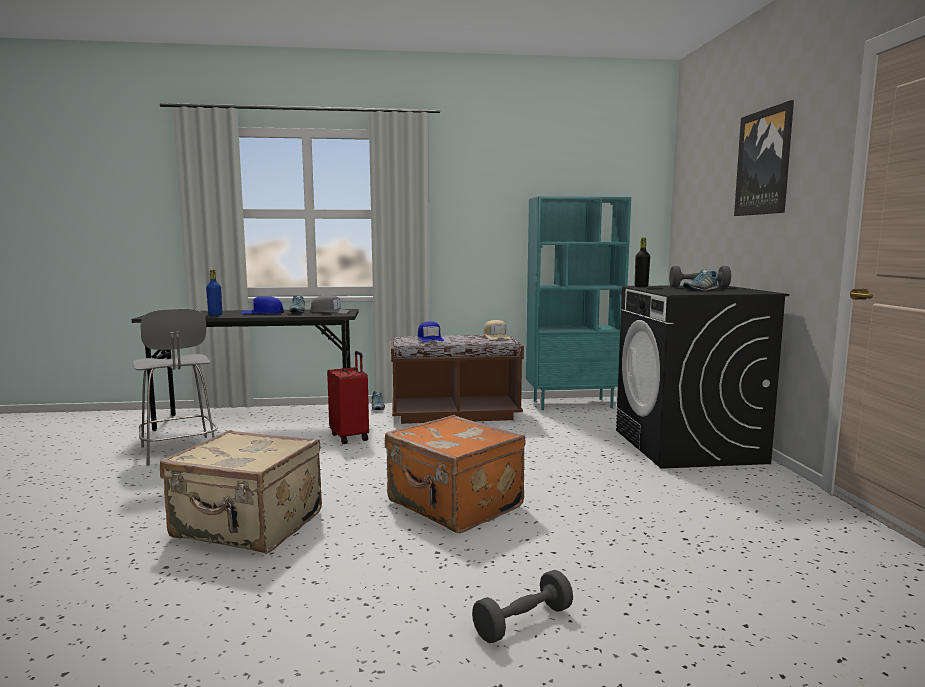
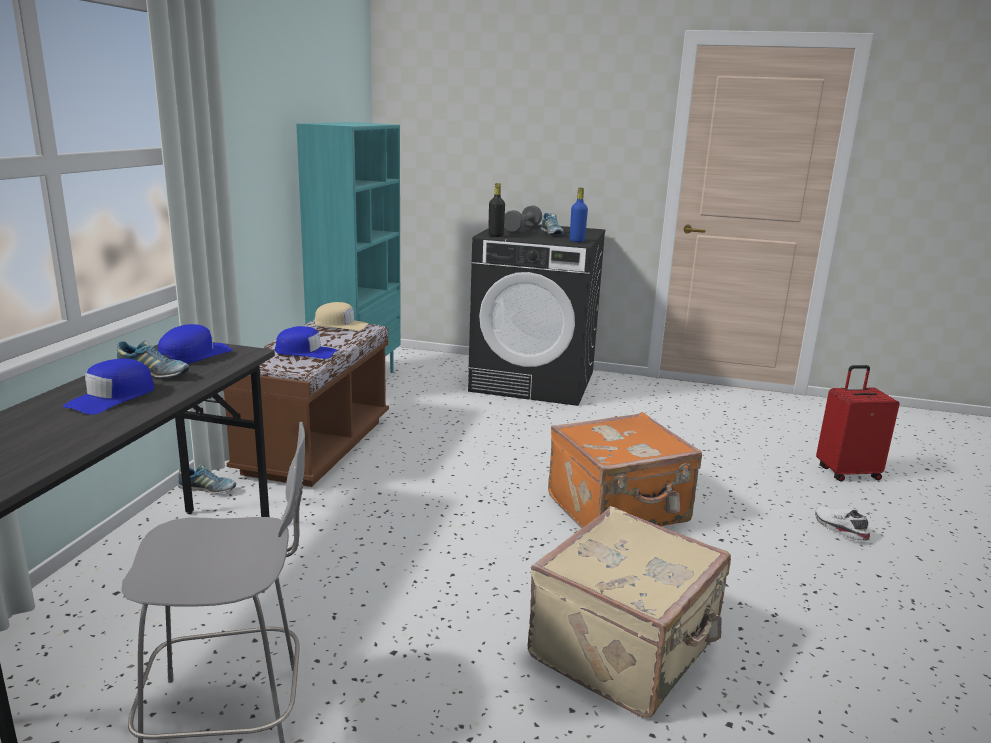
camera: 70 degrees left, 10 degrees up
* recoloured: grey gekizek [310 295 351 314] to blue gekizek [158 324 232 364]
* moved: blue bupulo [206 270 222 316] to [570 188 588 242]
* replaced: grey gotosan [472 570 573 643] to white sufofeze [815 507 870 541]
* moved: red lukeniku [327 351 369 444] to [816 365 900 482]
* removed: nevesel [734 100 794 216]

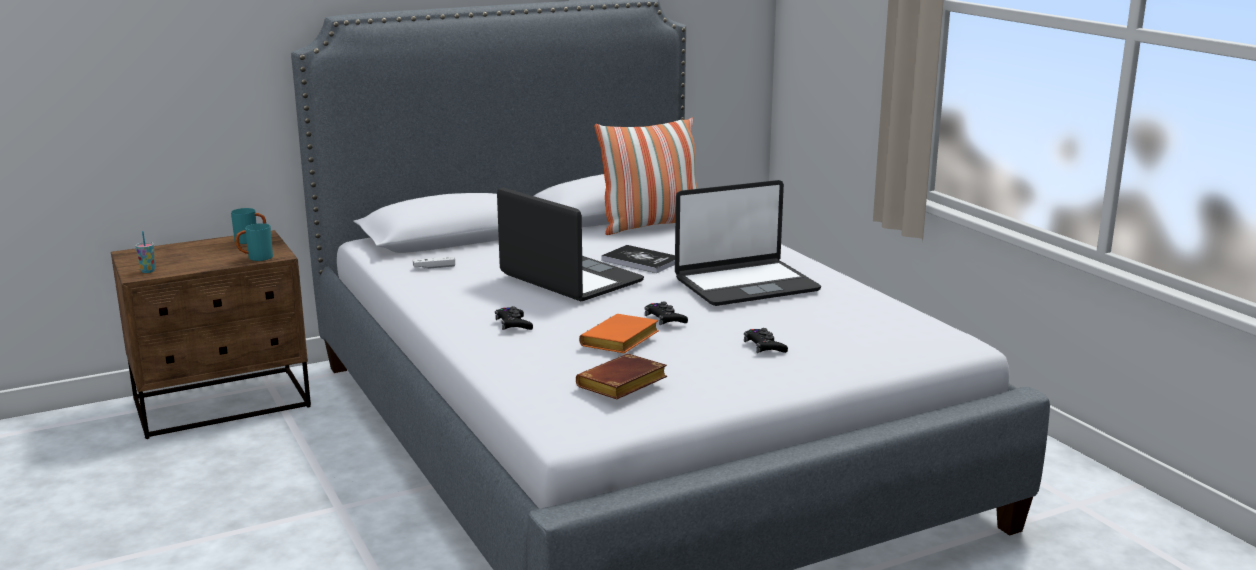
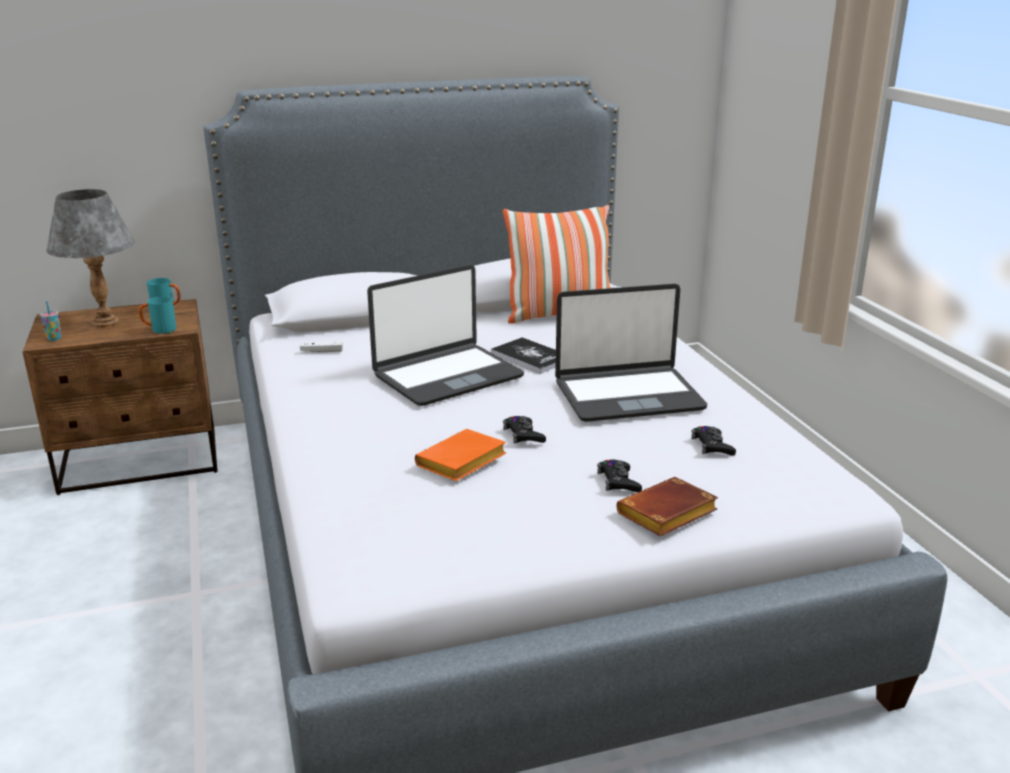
camera: 10 degrees right, 5 degrees up
* added: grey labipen [46 189 135 327]
* turned: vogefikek [497 187 644 301] = [367 265 524 406] 90 degrees clockwise
* moved: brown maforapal [576 354 667 399] to [617 477 718 536]
* moved: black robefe [495 306 533 330] to [691 426 736 456]

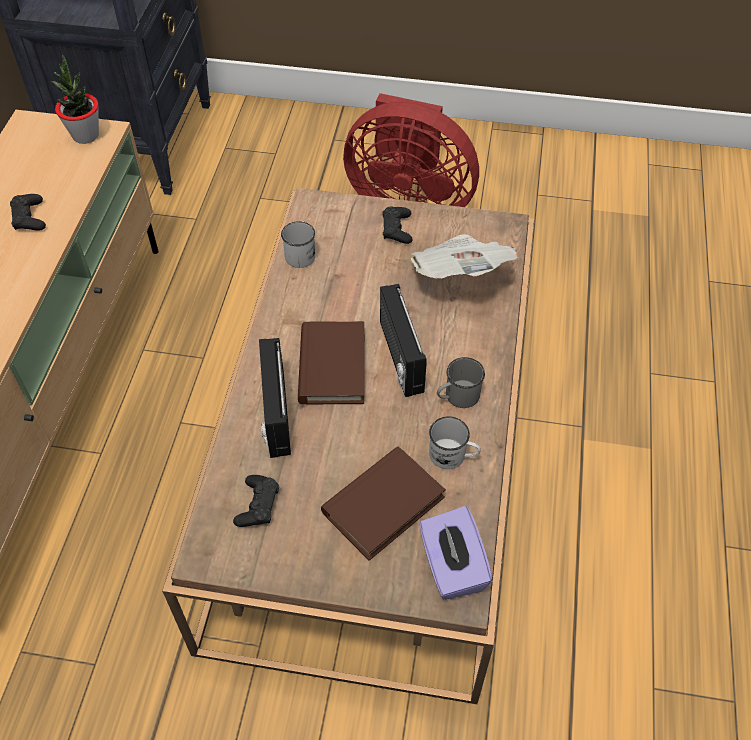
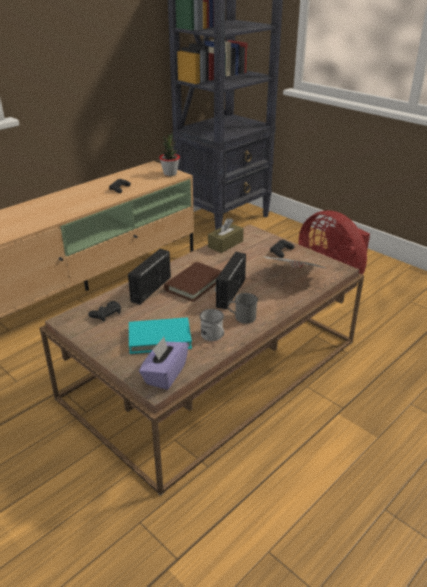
camera: 35 degrees right, 20 degrees down
* recoloured: brown maforapal [321 447 446 561] to turquoise maforapal [129 317 192 354]
* replaced: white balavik [281 221 316 268] to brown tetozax [208 218 244 253]

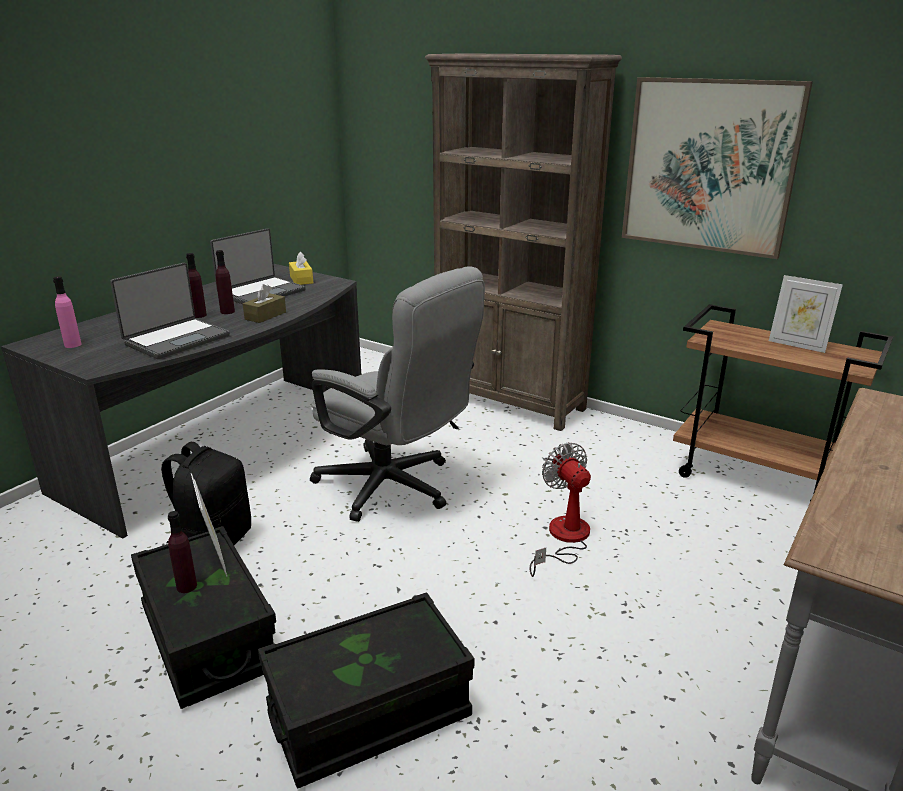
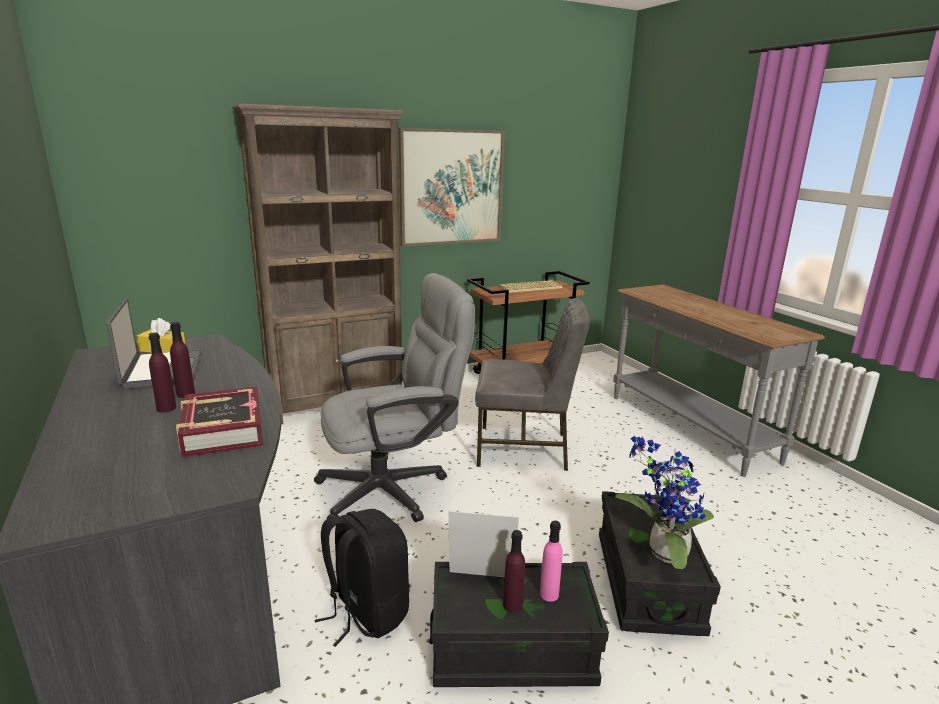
camera: 60 degrees left, 5 degrees down
* replaced: vogefikek [110 263 230 359] to maforapal [176 387 263 457]
* replaced: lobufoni [530 442 591 577] to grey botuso [475 298 590 471]
* replaced: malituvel [769 275 843 353] to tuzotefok [499 280 563 293]
* moved: pink bupulo [53 277 82 348] to [540 521 563 602]
* added: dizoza [615 436 714 569]
* removed: brown tetozax [243 284 286 323]

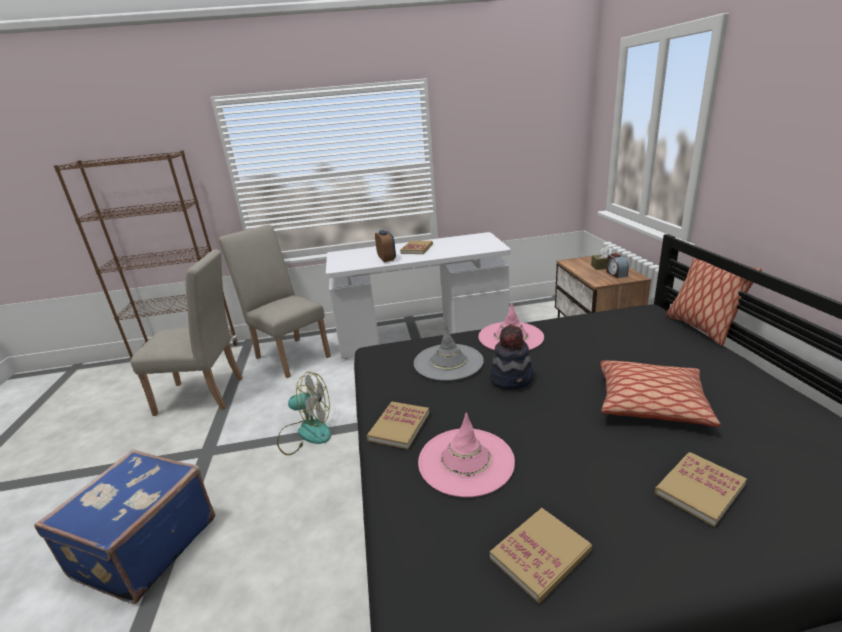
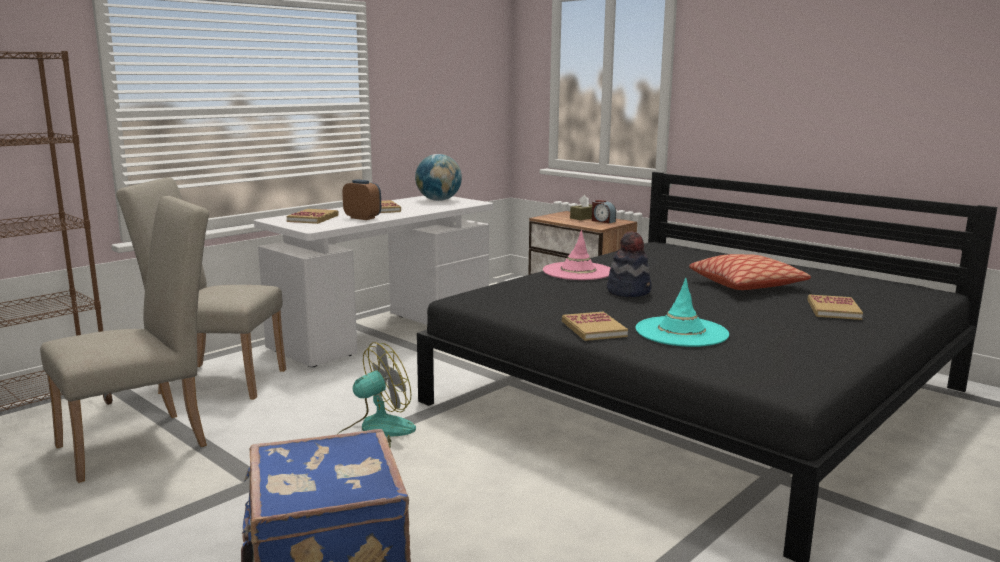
camera: 40 degrees left, 10 degrees down
* moved: maforapal [490 508 592 603] to [287 209 339 224]
* added: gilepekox [415 154 462 201]
* recoloured: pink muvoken [418 413 515 497] to turquoise muvoken [636 278 729 347]
* removed: grey muvoken [414 325 484 381]
* removed: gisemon [666 257 762 346]

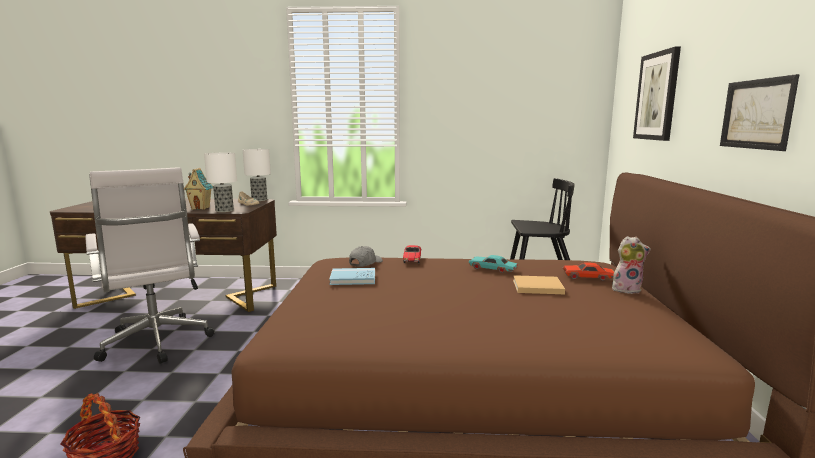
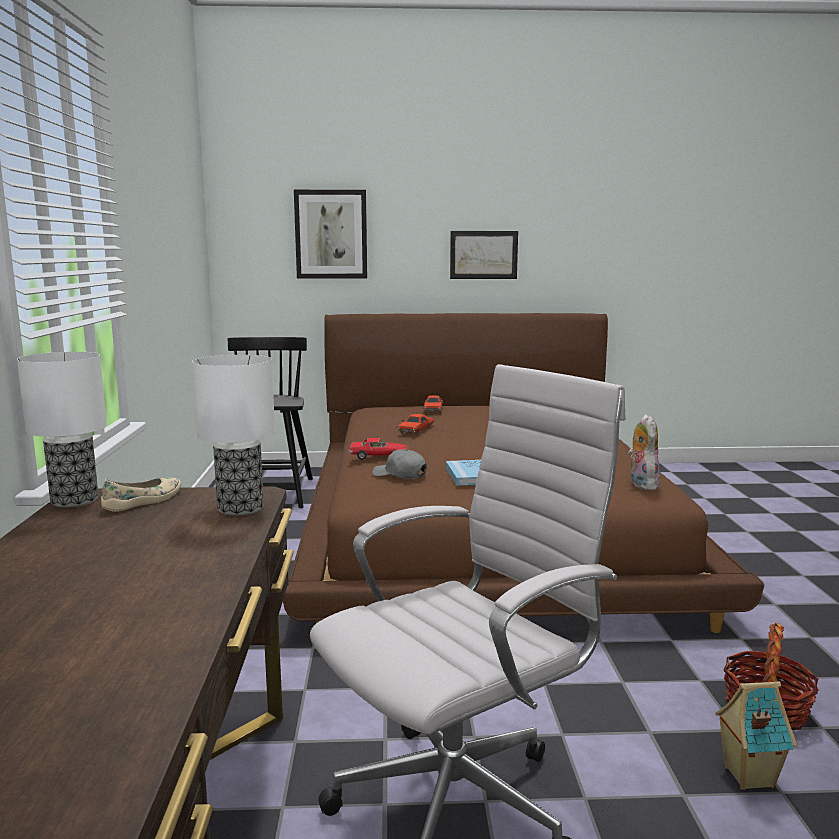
camera: 95 degrees left, 0 degrees up
* recoloured: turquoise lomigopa [469 255 518 273] to red lomigopa [397 414 435 435]
* moved: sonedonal [612 236 651 294] to [628 414 660 490]
* moved: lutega [184 168 213 210] to [715 682 797 790]
* removed: beige maforapal [513 275 565 294]

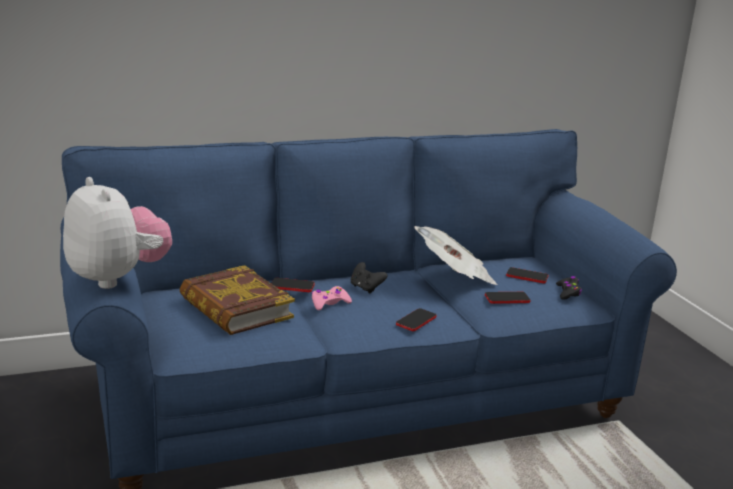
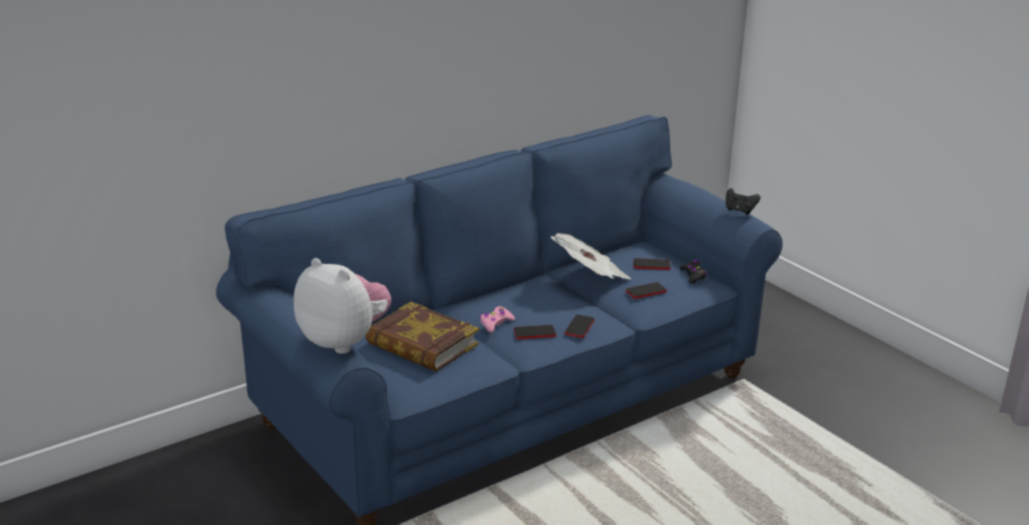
camera: 15 degrees left, 5 degrees up
* moved: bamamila [271 278 315 292] to [514 325 556 339]
* moved: black robefe [351 262 388 294] to [726 188 760 215]

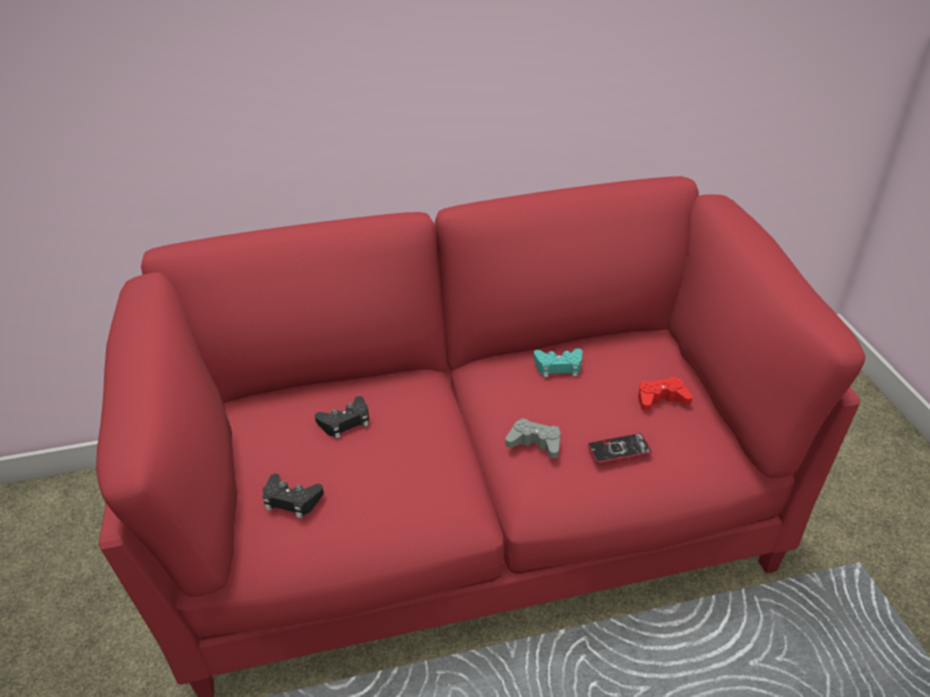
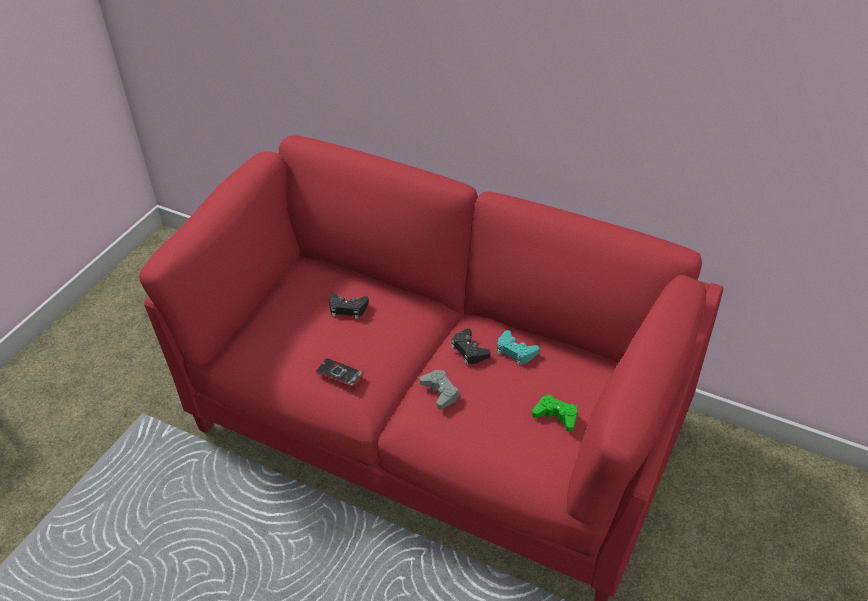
camera: 40 degrees right, 5 degrees up
* moved: bamamila [588 433 652 463] to [316 358 364 387]
* moved: black robefe [263 474 324 518] to [451 328 491 365]
* recoloured: red robefe [638 377 693 411] to green robefe [532 395 578 432]

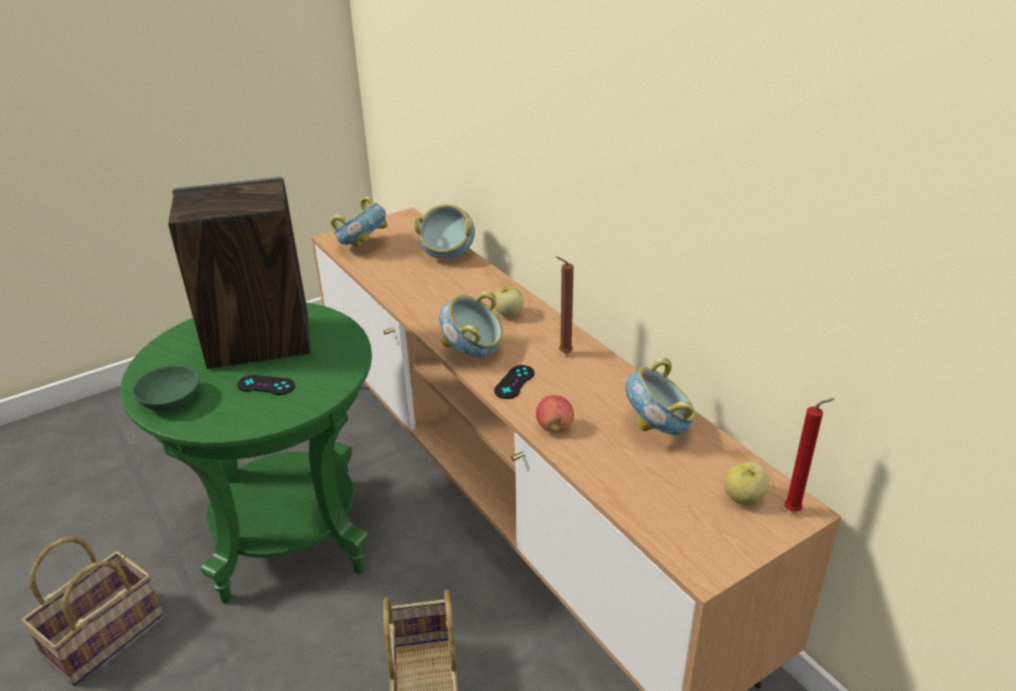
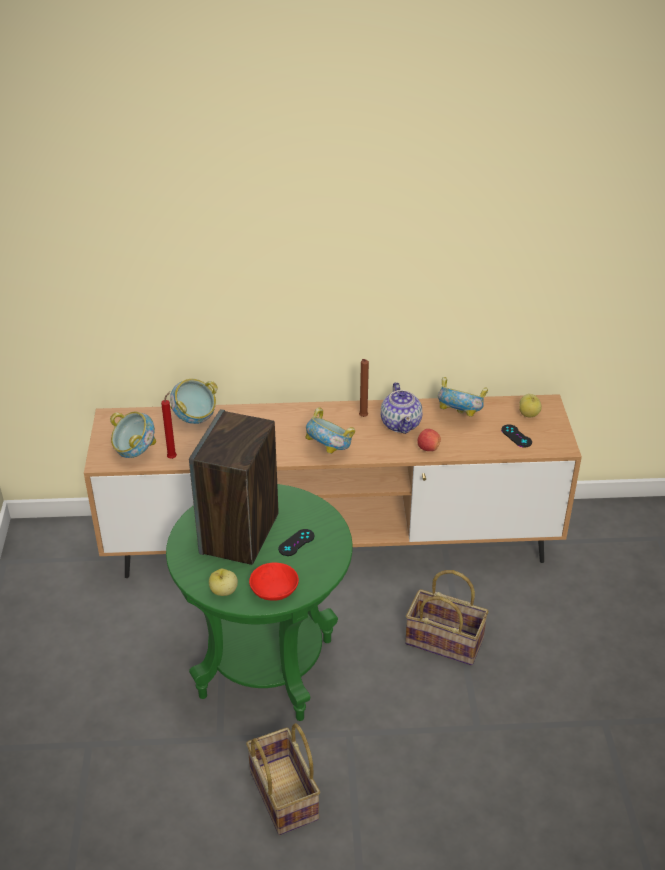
camera: 60 degrees left, 5 degrees up
* moved: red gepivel [784 398 834 512] to [161 391 177 459]
* moved: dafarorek [495 286 524 318] to [209 568 238 596]
* recoloured: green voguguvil [133 365 200 411] to red voguguvil [249 562 299 601]
* added: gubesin [381 382 422 434]
* moved: black robefe [494 365 534 399] to [501 424 532 448]

